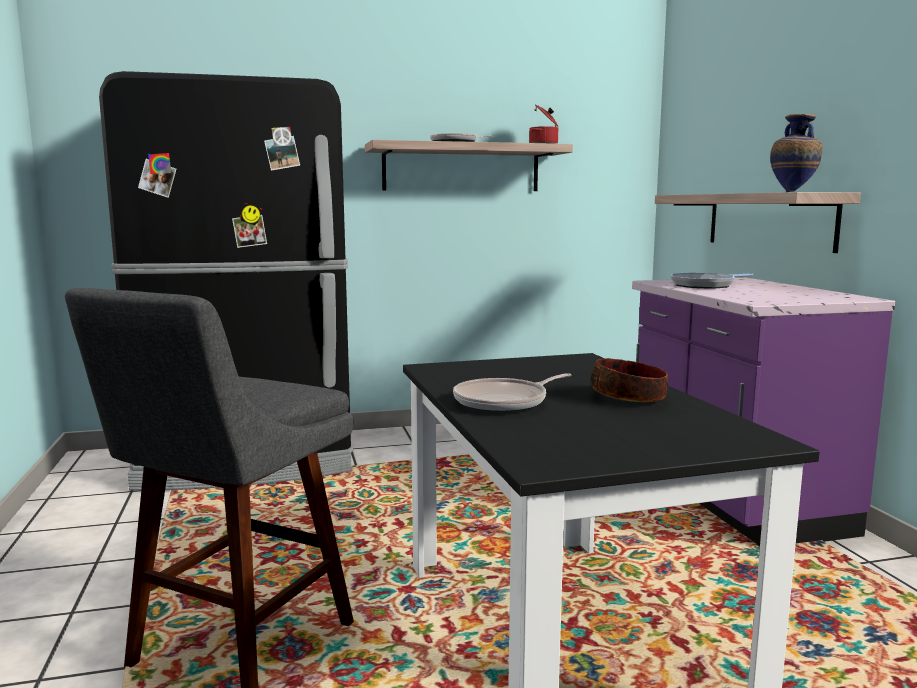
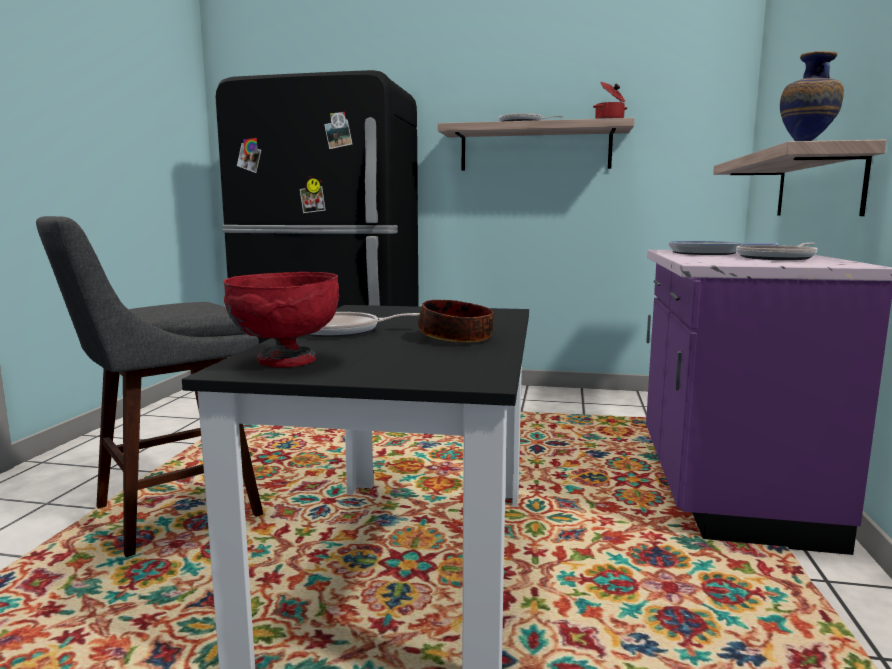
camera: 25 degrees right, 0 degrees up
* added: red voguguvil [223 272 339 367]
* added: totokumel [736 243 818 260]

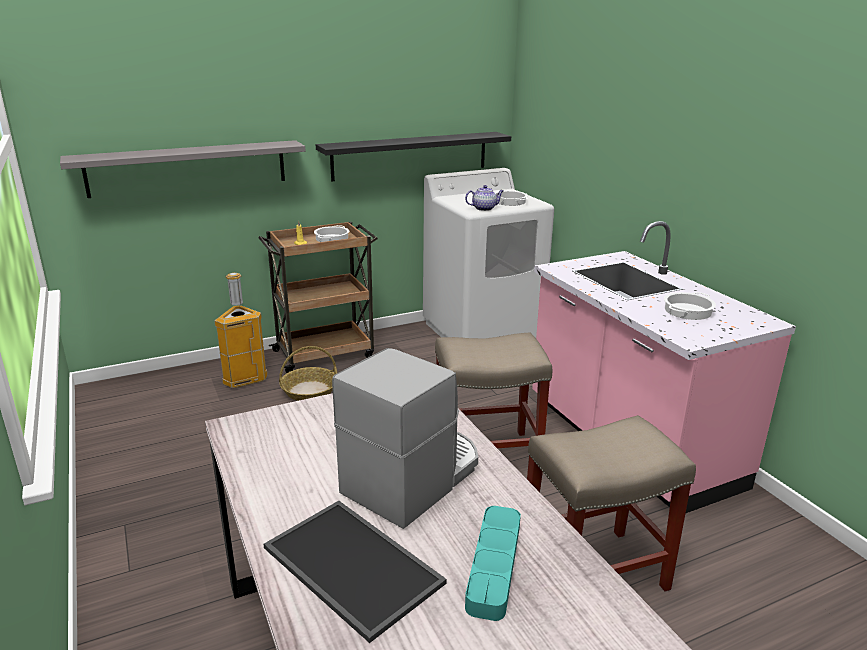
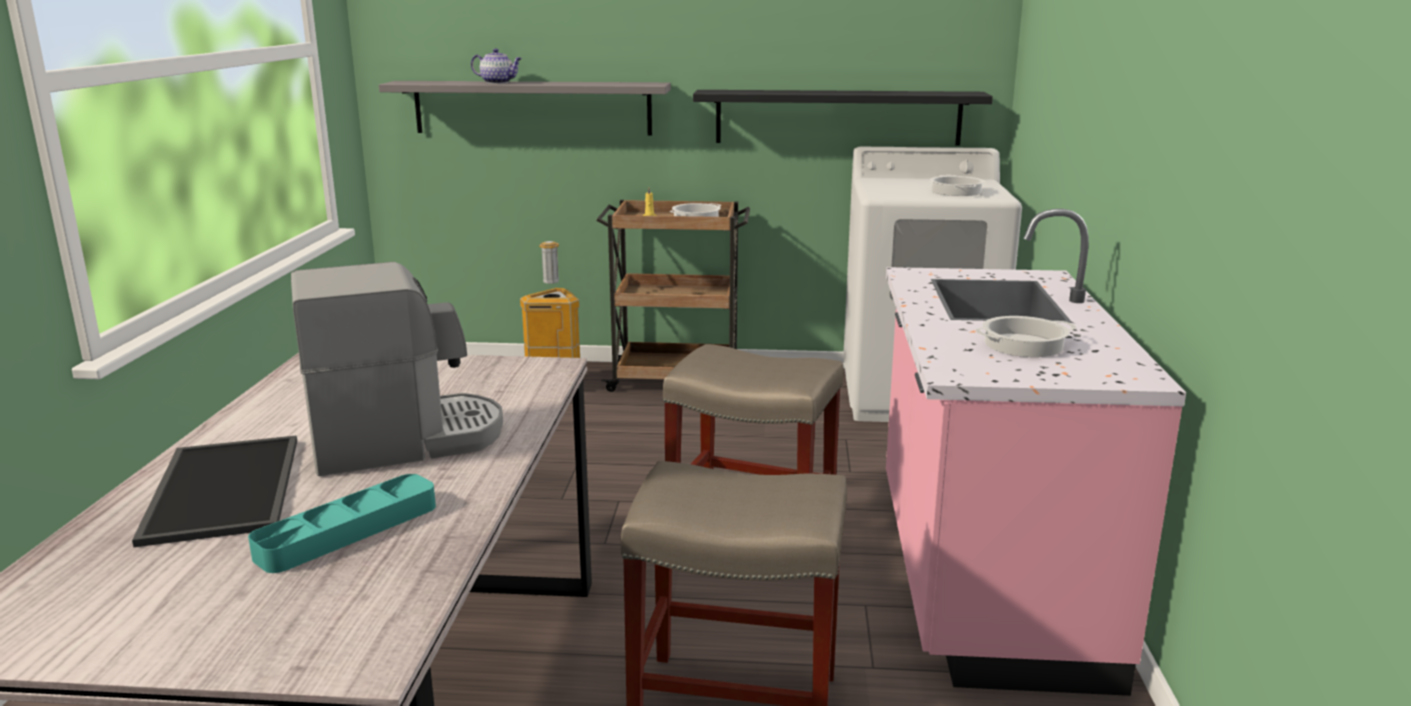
camera: 30 degrees right, 5 degrees down
* moved: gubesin [465 185 504 211] to [471 48 522 84]
* removed: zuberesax [279 346 337 401]

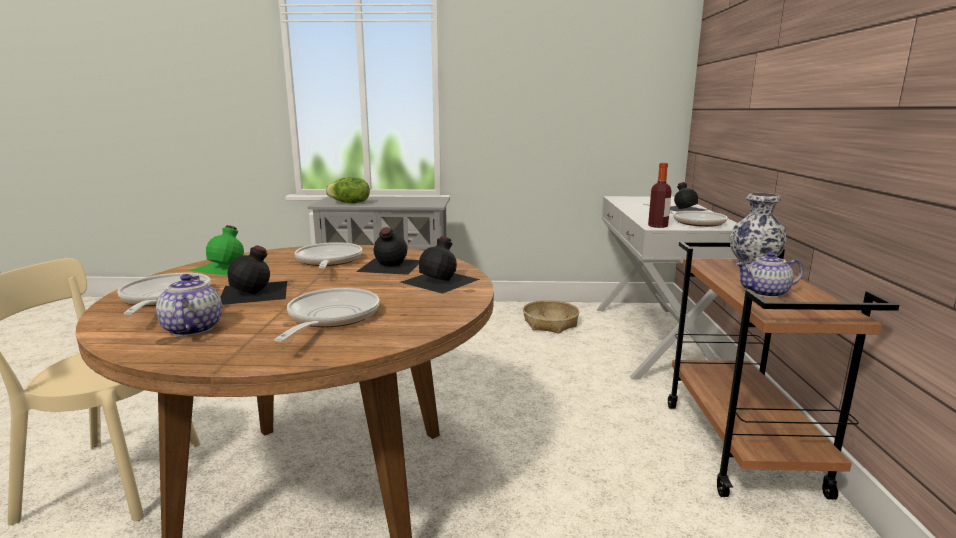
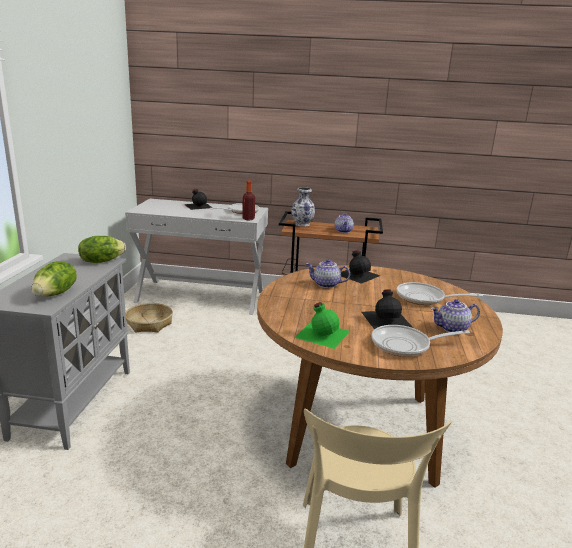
camera: 85 degrees left, 5 degrees up
* added: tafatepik [78 236 126 263]
* replaced: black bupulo [356 227 419 275] to gubesin [306 259 350 288]
* removed: totokumel [295 242 362 269]

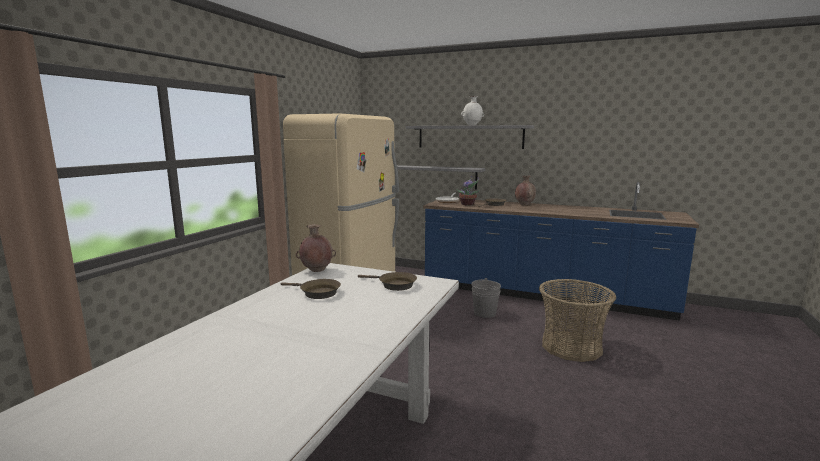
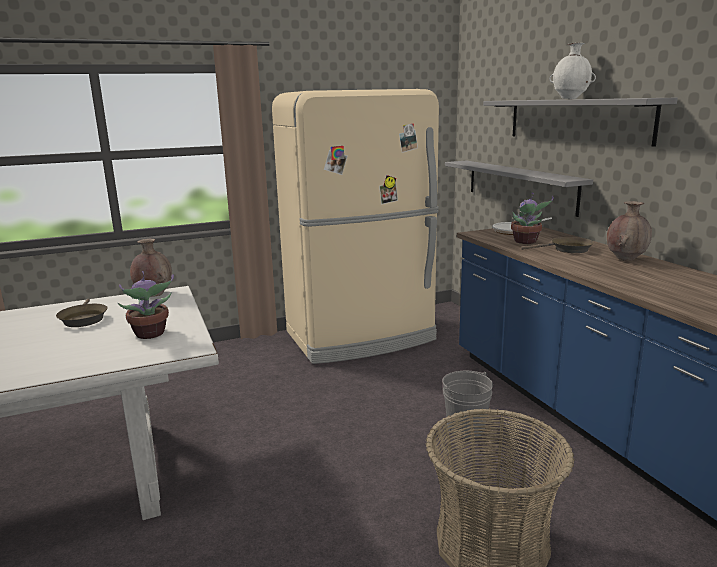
camera: 45 degrees right, 5 degrees up
* replaced: brown totokumel [358 272 417 291] to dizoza [118 271 174 339]

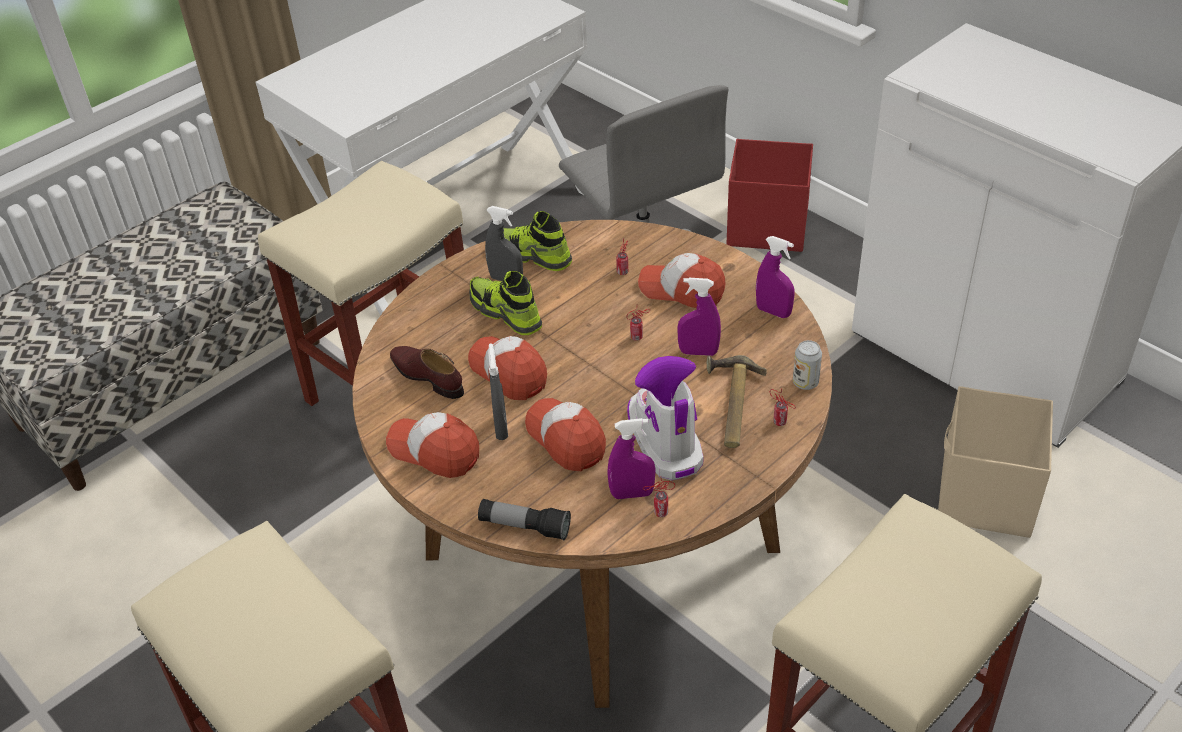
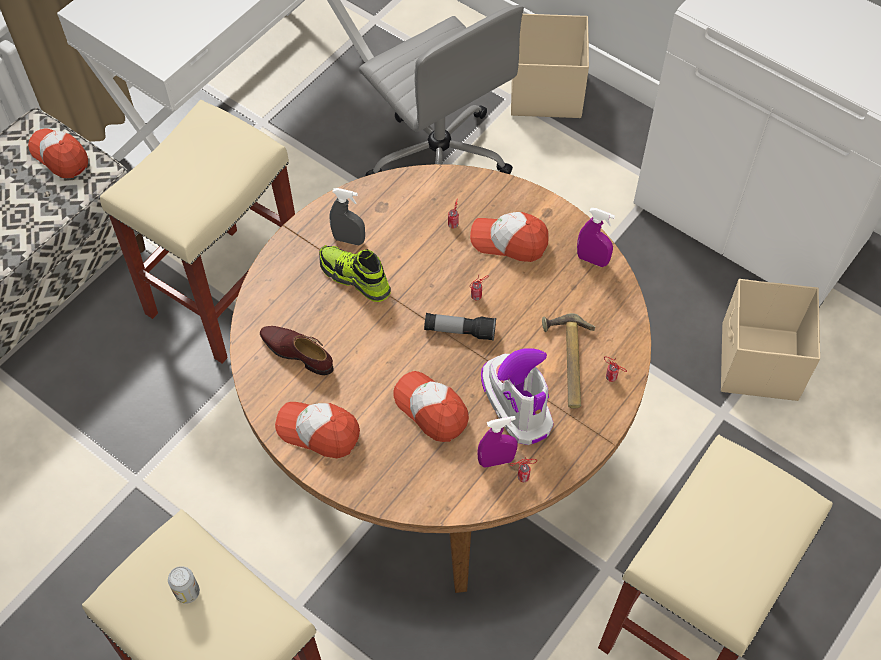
camera: 10 degrees left, 15 degrees up
* moved: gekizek [468 336 547 400] to [28 128 88 178]
* moved: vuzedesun [793 340 822 390] to [168 566 200 604]
* moved: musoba [478 499 571 540] to [424 313 496 341]
* recoloured: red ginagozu [727 139 813 252] to beige ginagozu [511 14 589 118]
* removed: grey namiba [488 344 508 440]
* removed: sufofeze [503 211 572 271]
* removed: purple namiba [677 278 721 356]

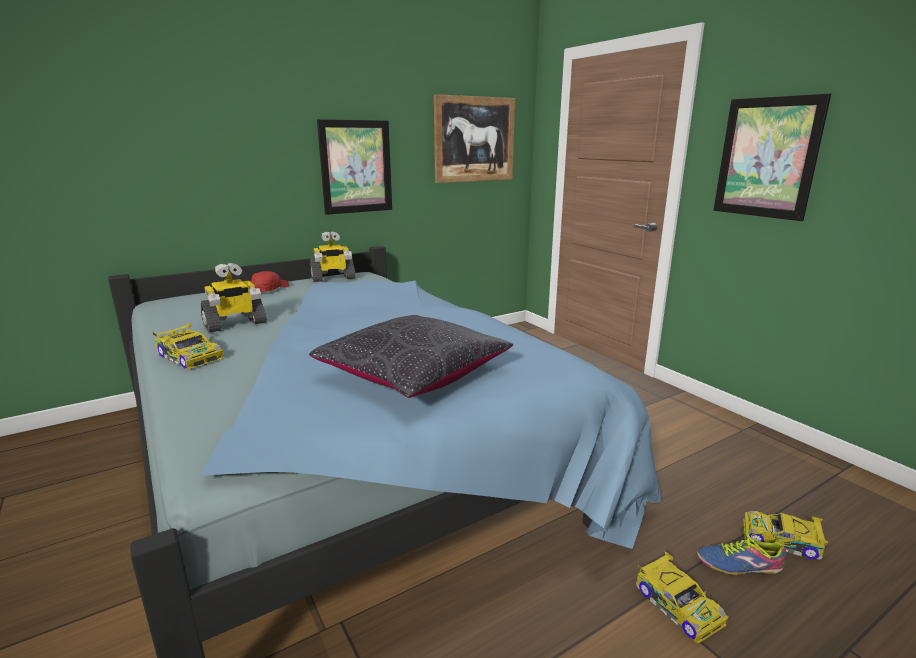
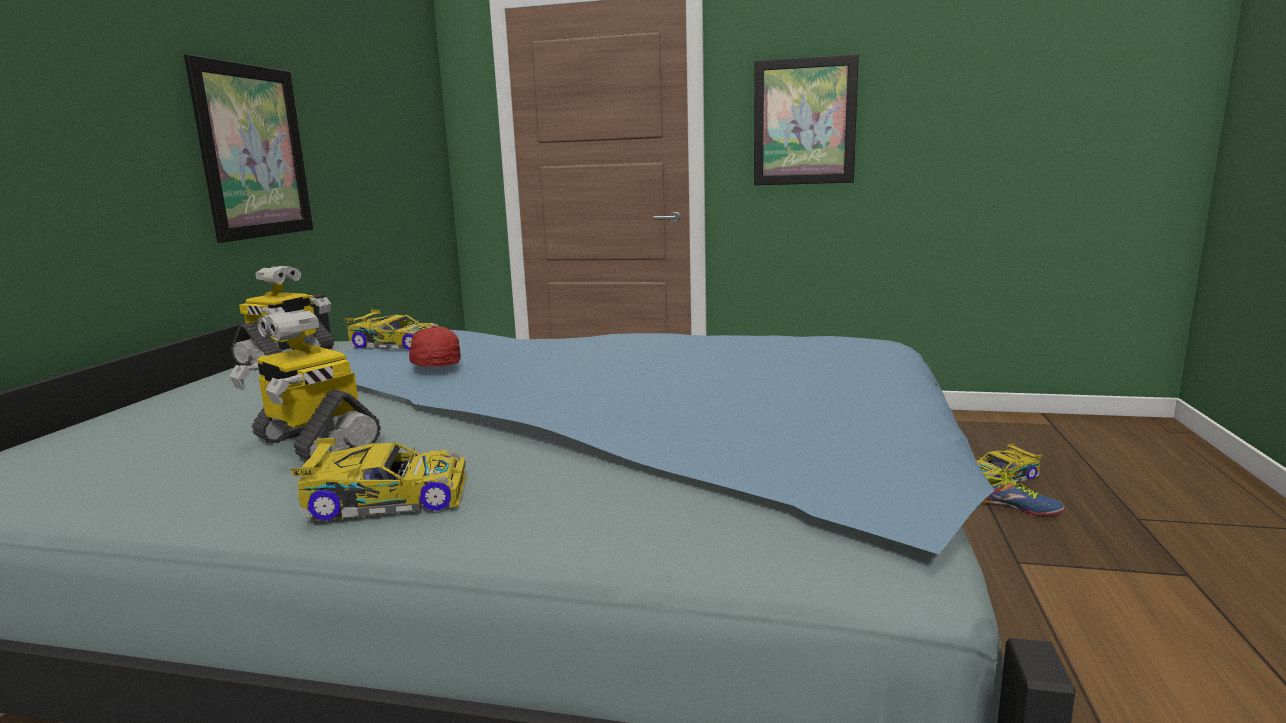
camera: 45 degrees left, 5 degrees down
* turned: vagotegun [201 262 267 333] = [230 310 381 460] 120 degrees clockwise
* moved: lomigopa [636 552 728 644] to [344 310 439 350]
* moved: red gekizek [251 271 289 292] to [409 326 461 367]
* turned: sufofeze [697 528 786 575] = [981 471 1064 516] 105 degrees counterclockwise
* removed: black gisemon [309 315 513 398]
* removed: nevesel [434 94 515 183]

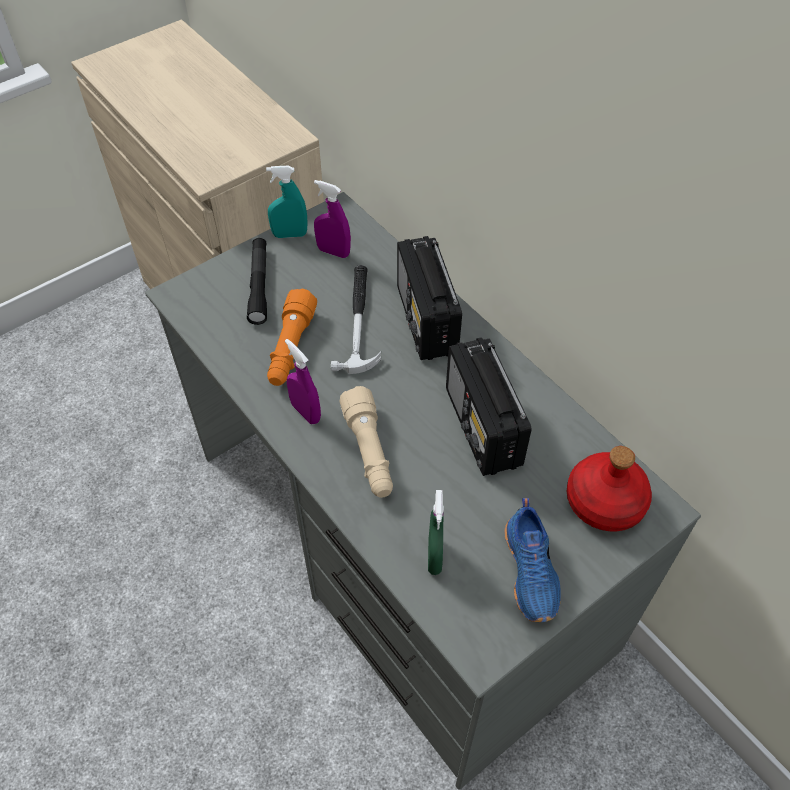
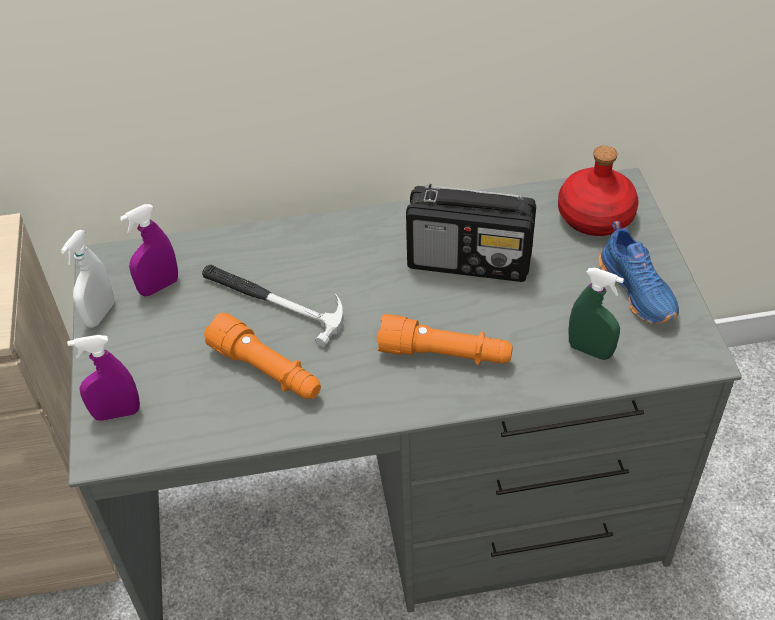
camera: 60 degrees left, 5 degrees down
* recoloured: turquoise namiba [266 166 308 238] to white namiba [60 230 114 328]
* moved: purple namiba [285 339 321 424] to [67 335 140 421]
* recoloured: beige musoba [340 386 393 498] to orange musoba [377 314 513 365]
* turned: blue sufofeze [504 498 561 622] = [599 221 679 324] 45 degrees clockwise
* removed: black musoba [247 238 267 325]
* removed: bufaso [397 236 462 360]

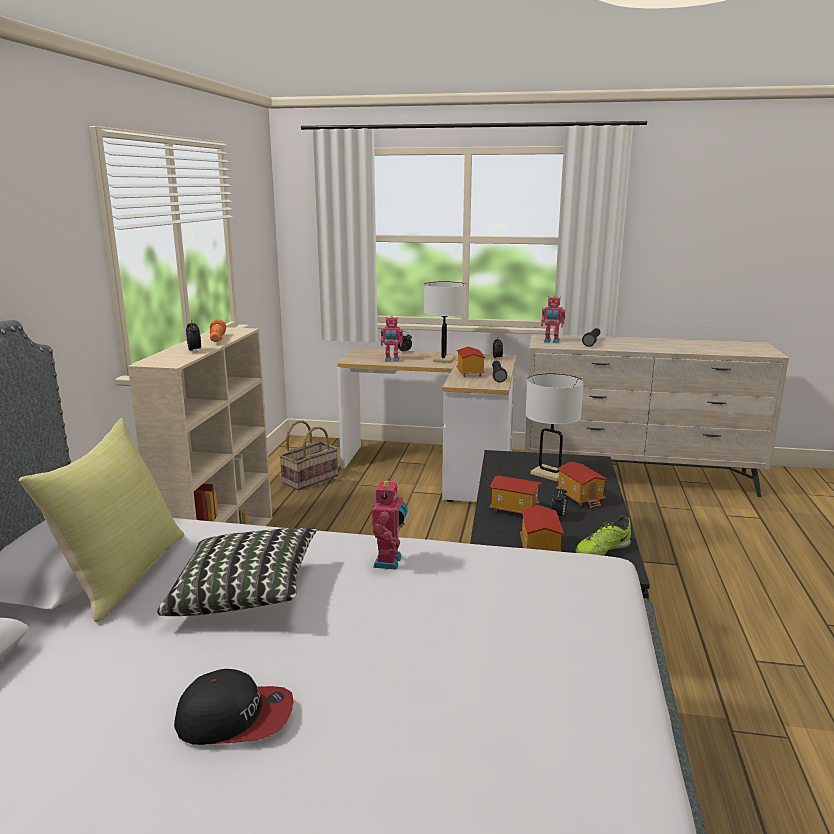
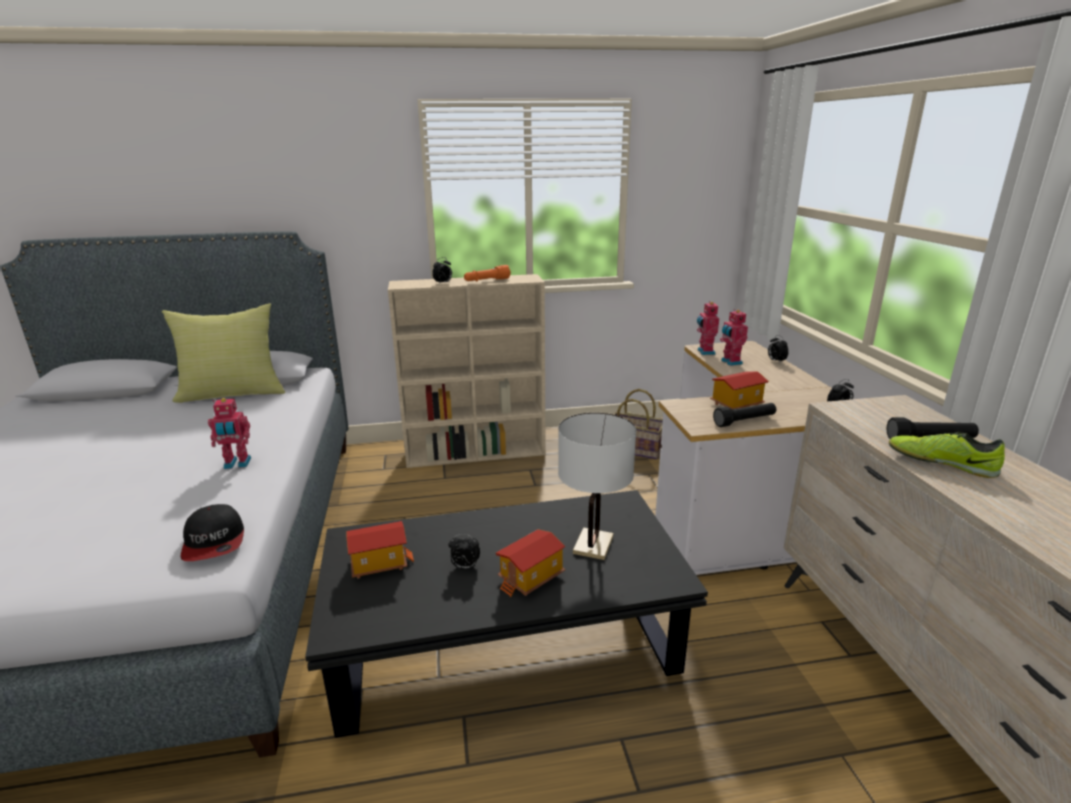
camera: 70 degrees right, 5 degrees up
* moved: gekizek [174 669 294 745] to [181 504 244 561]
* moved: vagotegun [541 296 565 343] to [697 301 719 355]
* moved: sufofeze [575 515 631 556] to [889 432 1005 478]
* removed: gisemon [157 528 317 616]
* removed: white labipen [424 281 466 363]
* removed: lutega [489 476 542 513]

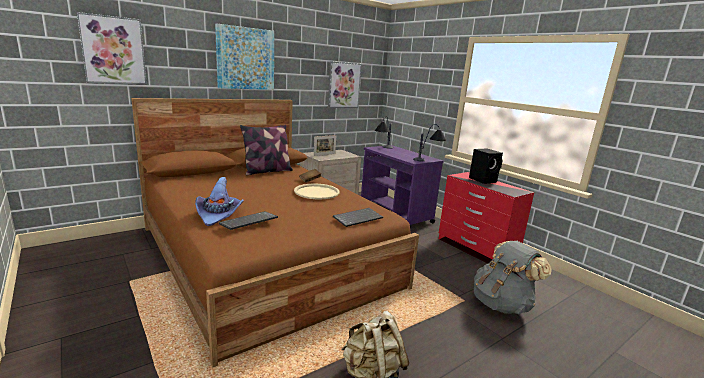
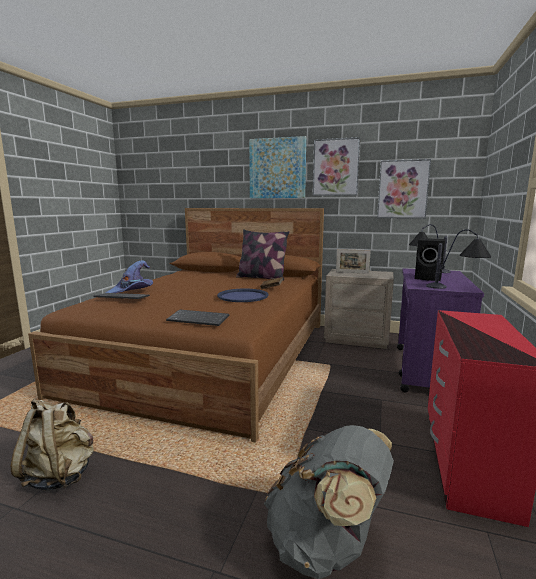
camera: 55 degrees right, 5 degrees down
* recoloured: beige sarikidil [294 184 340 199] to blue sarikidil [217 289 269 302]
* moved: nevesel [77 12 147 85] to [313 137 360 196]
* moved: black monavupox [469 148 503 184] to [415 238 445 281]

